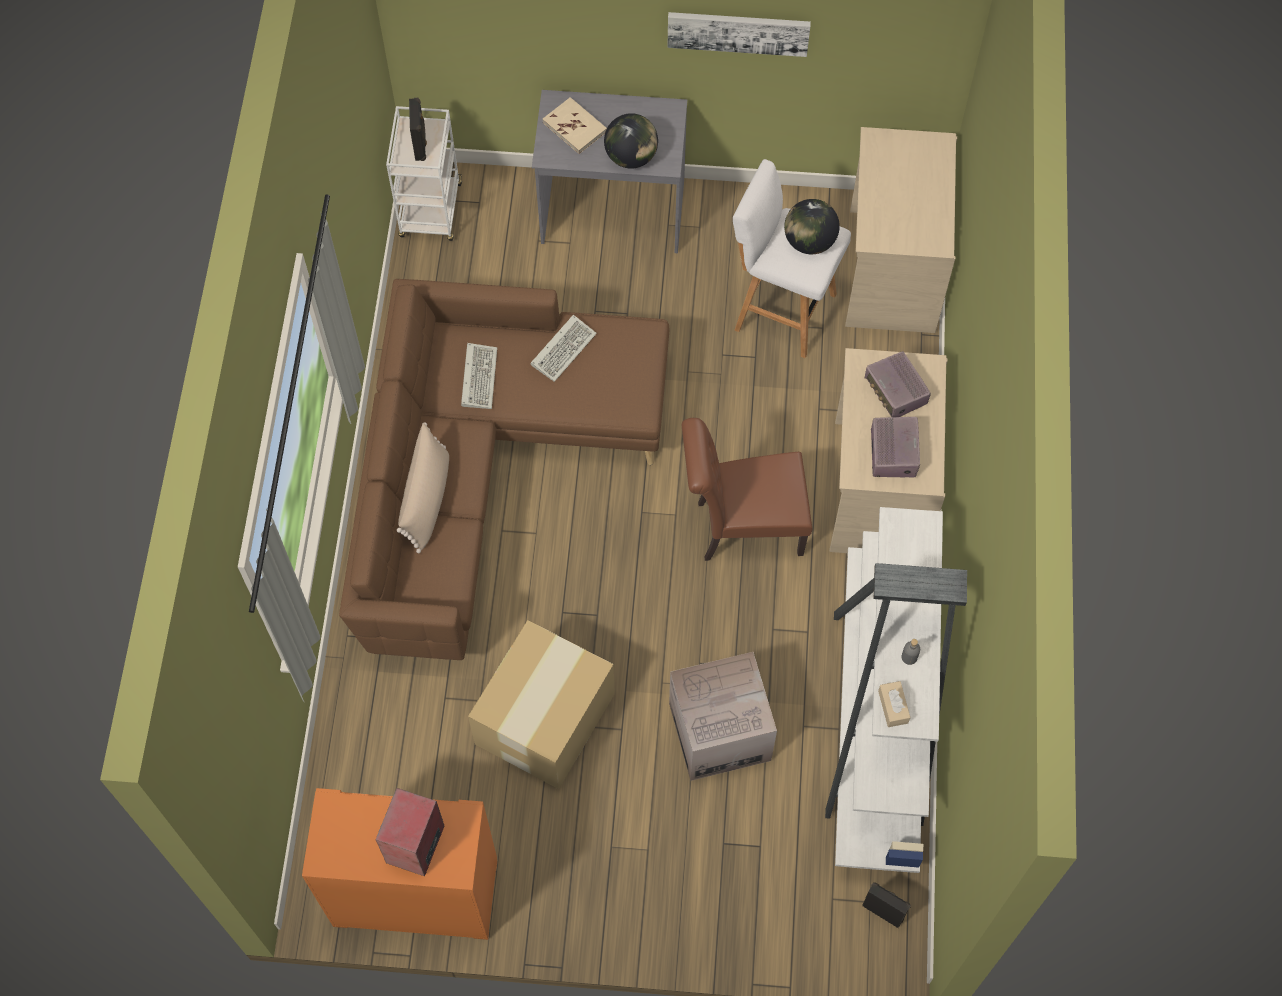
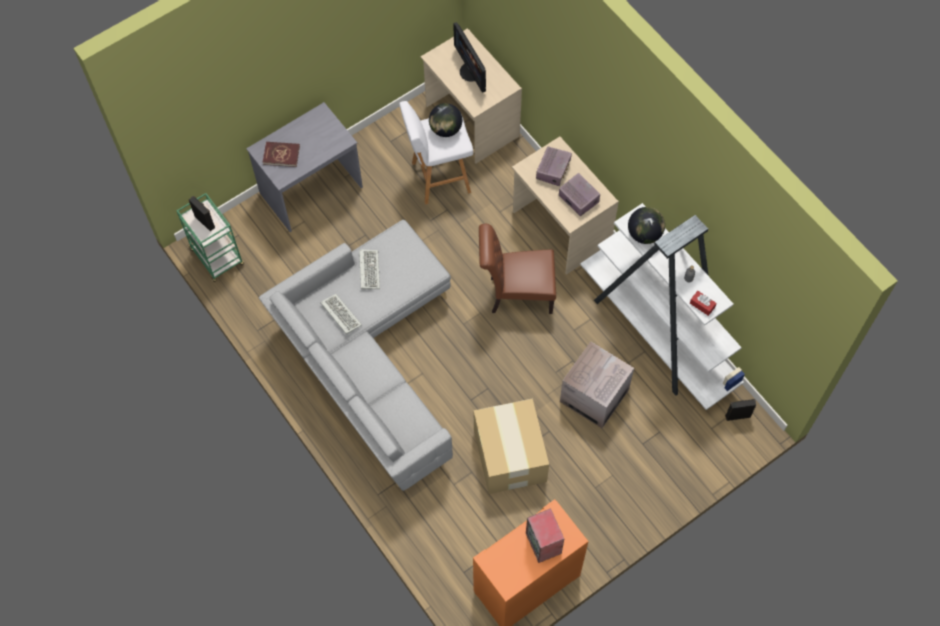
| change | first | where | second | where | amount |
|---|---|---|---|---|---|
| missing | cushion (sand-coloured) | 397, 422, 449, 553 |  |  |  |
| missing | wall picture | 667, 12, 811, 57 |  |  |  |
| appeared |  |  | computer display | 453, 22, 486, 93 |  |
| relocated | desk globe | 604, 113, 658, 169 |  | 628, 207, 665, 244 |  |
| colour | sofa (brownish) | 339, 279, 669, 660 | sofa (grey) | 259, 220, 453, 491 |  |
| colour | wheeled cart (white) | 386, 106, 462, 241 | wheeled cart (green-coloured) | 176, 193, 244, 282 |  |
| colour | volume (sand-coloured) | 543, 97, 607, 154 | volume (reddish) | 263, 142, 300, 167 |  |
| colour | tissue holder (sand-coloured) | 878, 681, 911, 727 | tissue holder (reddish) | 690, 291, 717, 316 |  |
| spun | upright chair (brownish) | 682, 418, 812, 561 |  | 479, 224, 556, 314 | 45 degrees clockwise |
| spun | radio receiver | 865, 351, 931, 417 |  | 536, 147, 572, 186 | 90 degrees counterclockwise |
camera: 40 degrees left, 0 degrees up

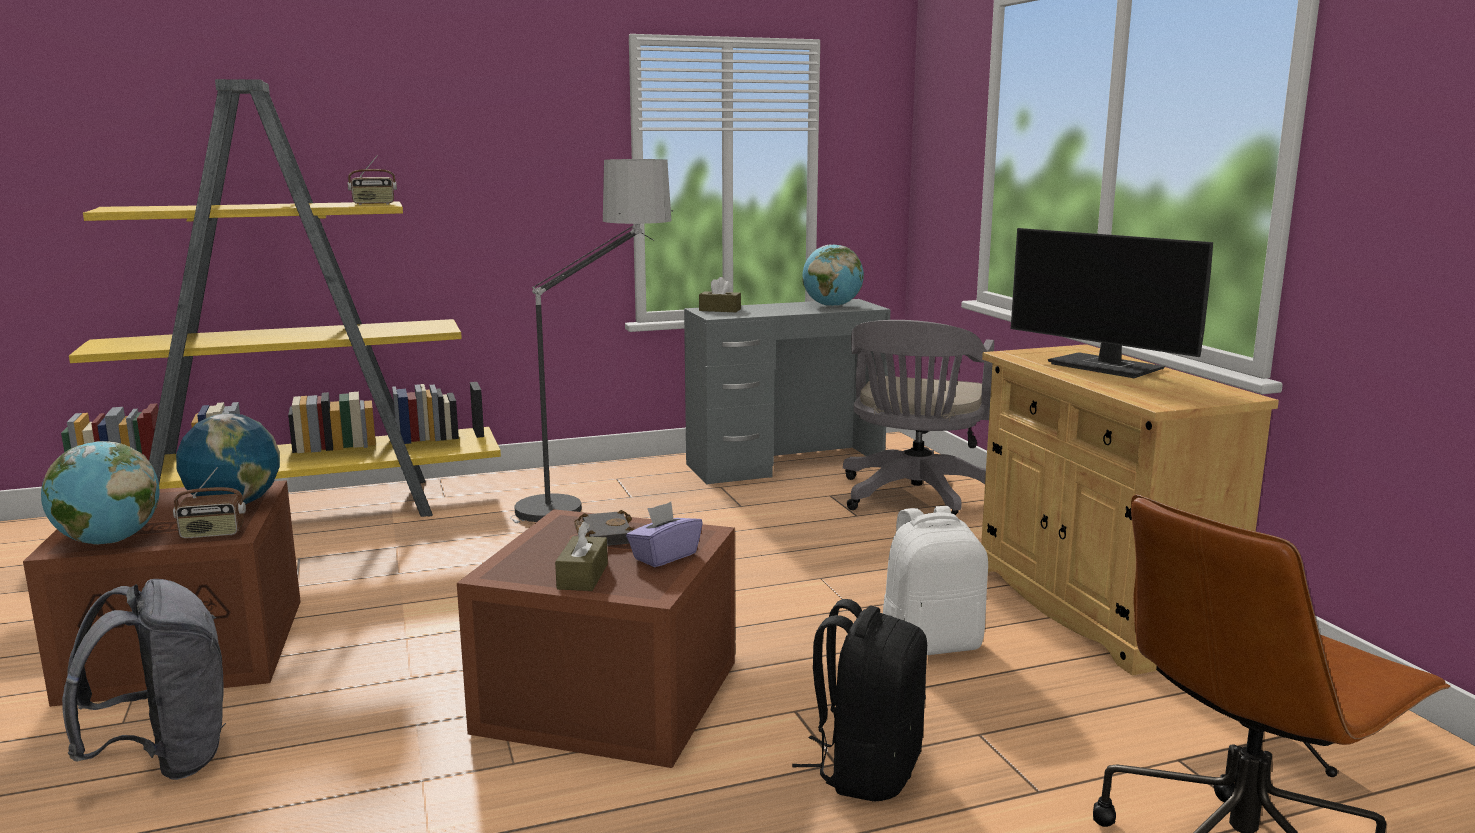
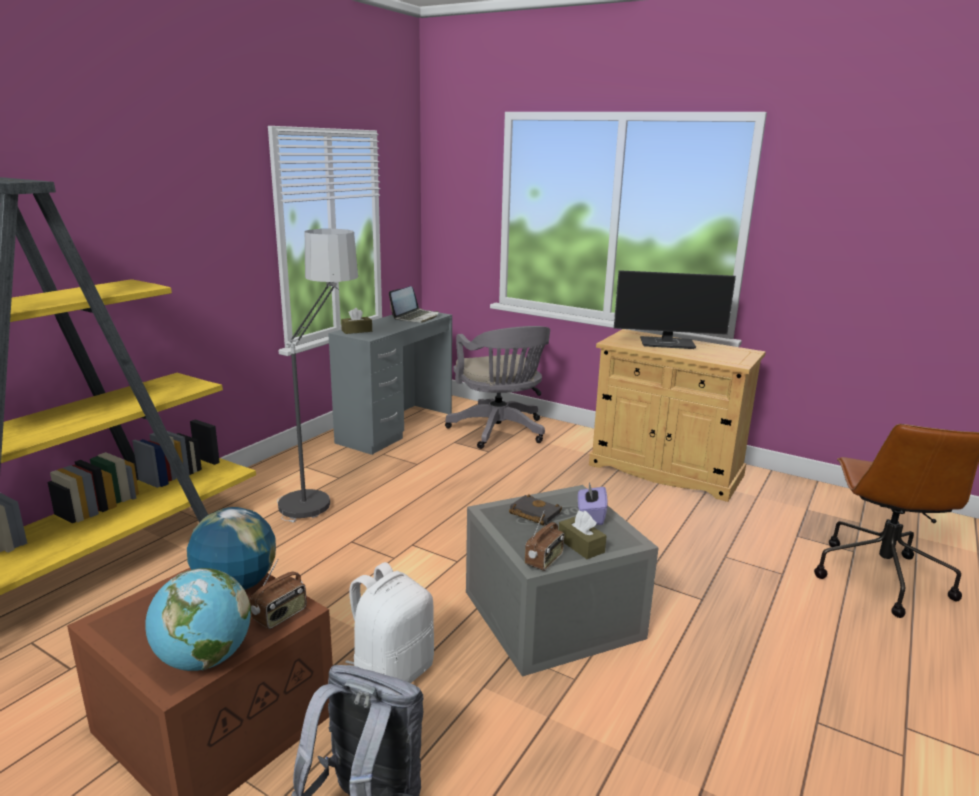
| change | first | where | second | where | amount |
|---|---|---|---|---|---|
| missing | backpack (black) | 792, 599, 927, 802 |  |  |  |
| relocated | radio receiver | 348, 155, 397, 205 |  | 525, 512, 564, 571 |  |
| relocated | backpack (white) | 883, 506, 988, 655 |  | 345, 562, 434, 683 |  |
| exchanged | desk globe | 802, 244, 864, 307 | portable computer | 389, 286, 439, 323 |  |
| colour | storage box (brownish) | 457, 509, 735, 768 | storage box (grey) | 466, 485, 658, 677 |  |
camera: 40 degrees left, 5 degrees up

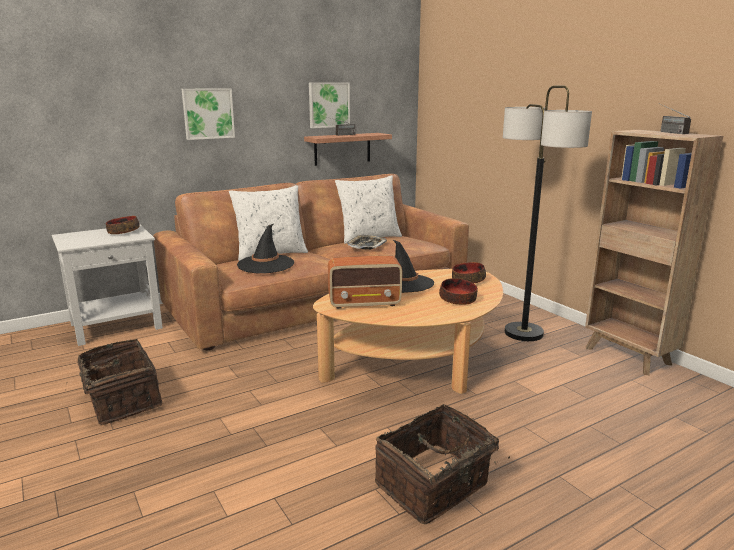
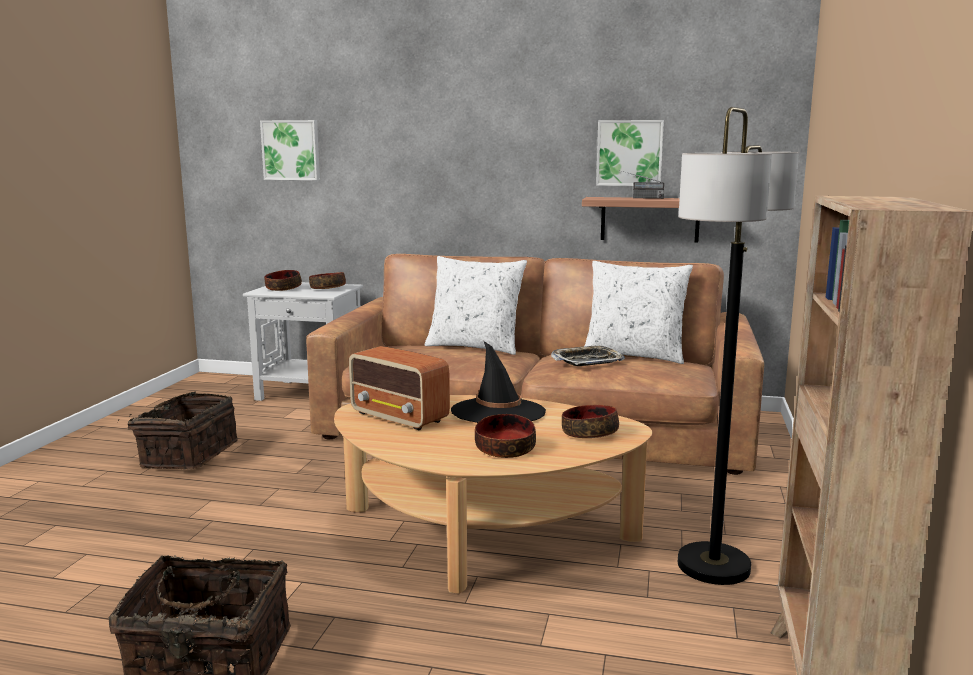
| change | first | where | second | where | amount |
|---|---|---|---|---|---|
| missing | clothing hat (black) | 237, 224, 294, 274 |  |  |  |
| missing | radio receiver | 660, 104, 691, 134 |  |  |  |
| appeared |  |  | serving bowl | 264, 270, 302, 291 |  |
| relocated | wall picture | 182, 88, 235, 140 |  | 260, 120, 320, 180 |  |
camera: 45 degrees right, 5 degrees down

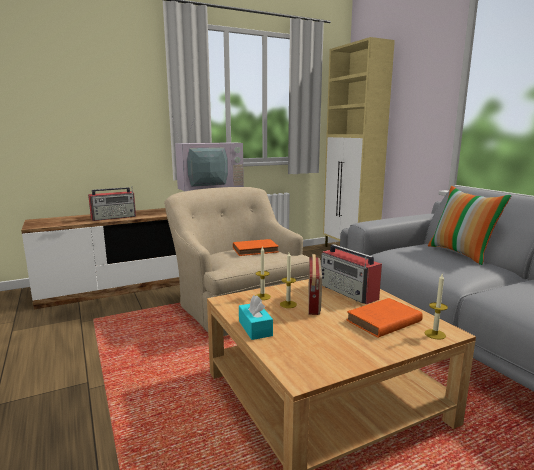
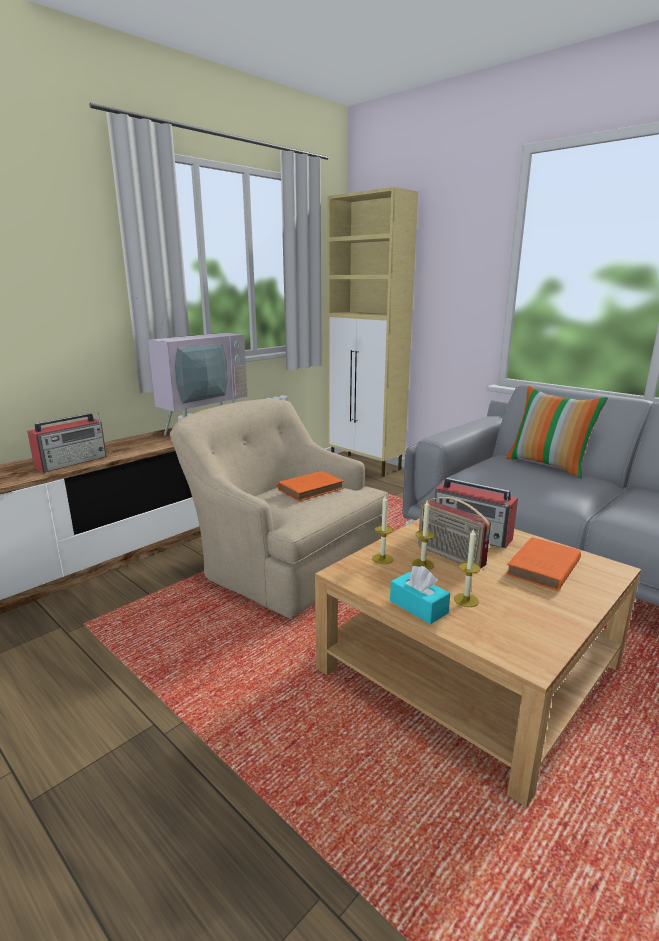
| change | first | where | second | where | amount |
|---|---|---|---|---|---|
| relocated | candle | 424, 274, 448, 340 |  | 454, 528, 481, 607 |  |
| spun | radio receiver | 308, 254, 322, 315 |  | 418, 497, 491, 568 | 150 degrees clockwise |
camera: 20 degrees left, 5 degrees up

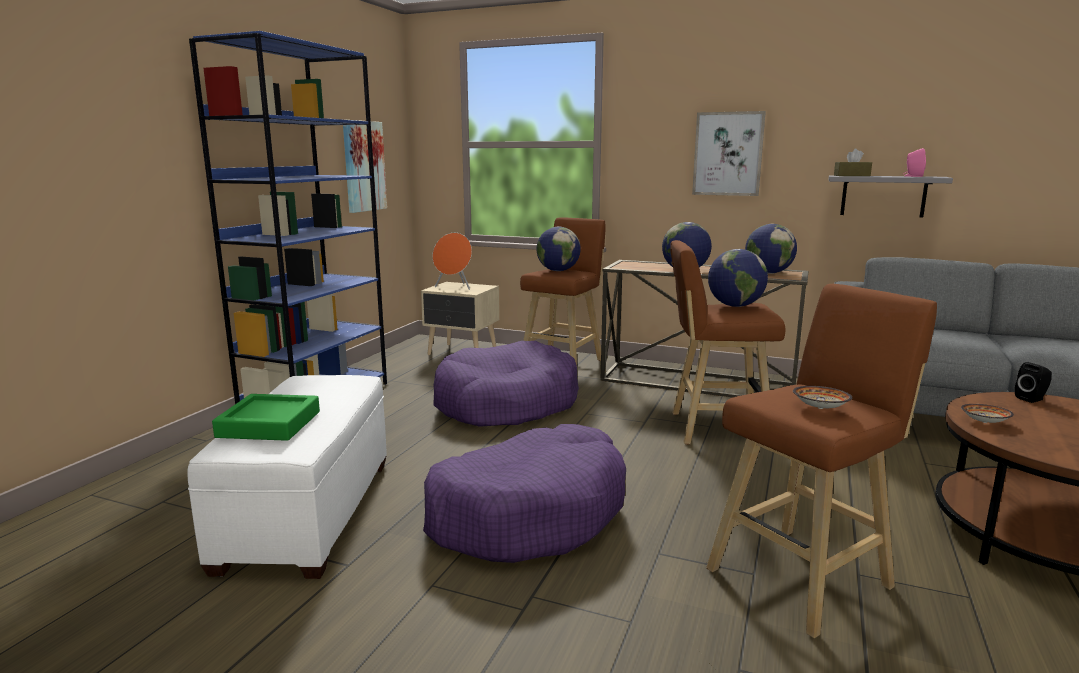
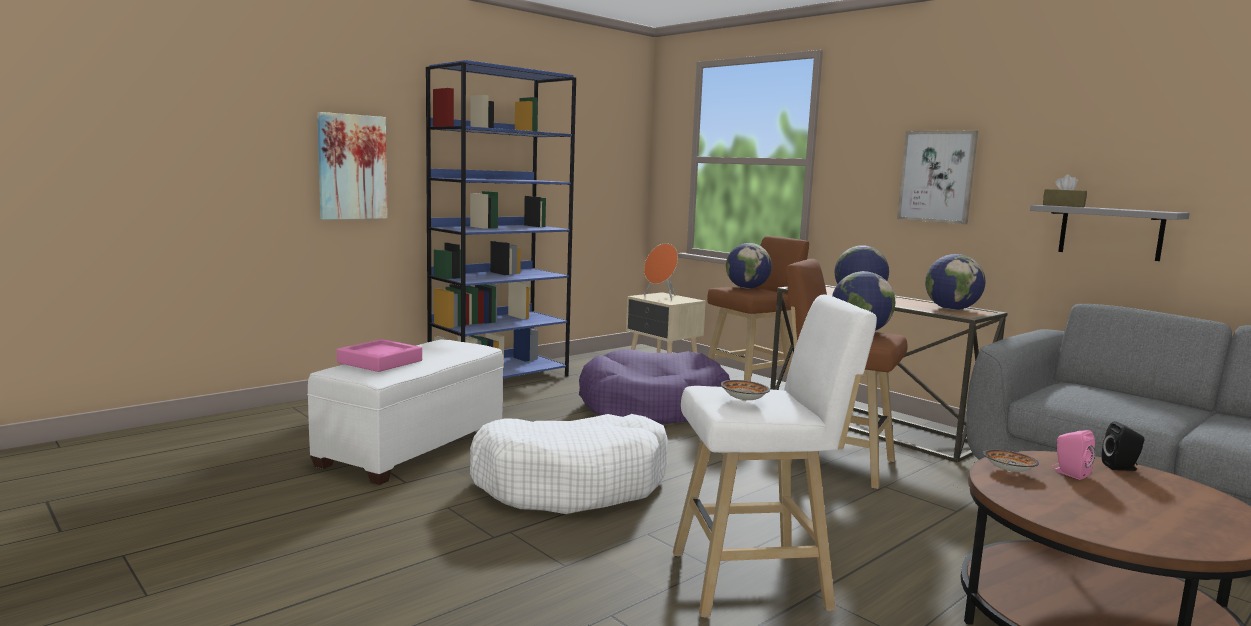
| change | first | where | second | where | amount |
|---|---|---|---|---|---|
| relocated | wall picture | 343, 120, 387, 213 |  | 317, 112, 387, 220 |  |
| relocated | speaker (pink) | 903, 148, 926, 177 |  | 1052, 430, 1095, 480 |  |
| colour | carrying tray (green-coloured) | 212, 394, 320, 441 | carrying tray (pink) | 337, 339, 422, 372 |  |
| colour | dog bed (purplish) | 423, 424, 626, 563 | dog bed (white) | 470, 414, 668, 514 |  |
| colour | sitting stool (brownish) | 706, 284, 937, 638 | sitting stool (white) | 673, 295, 877, 617 |  |
camera: 25 degrees right, 5 degrees down

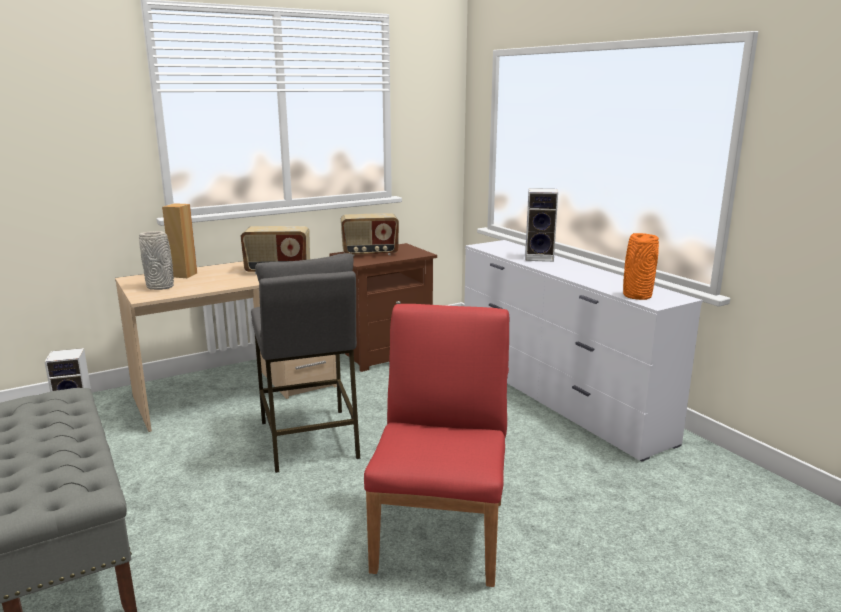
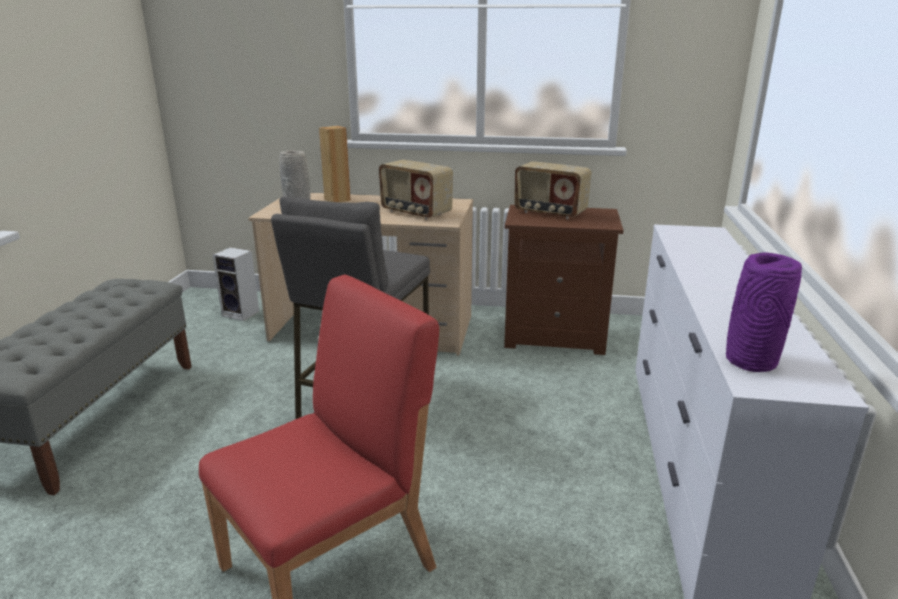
| change | first | where | second | where | amount |
|---|---|---|---|---|---|
| missing | speaker | 525, 188, 558, 262 |  |  |  |
| colour | decorative vase (orange) | 623, 233, 659, 300 | decorative vase (purplish) | 726, 252, 802, 372 |  |
camera: 40 degrees right, 5 degrees up

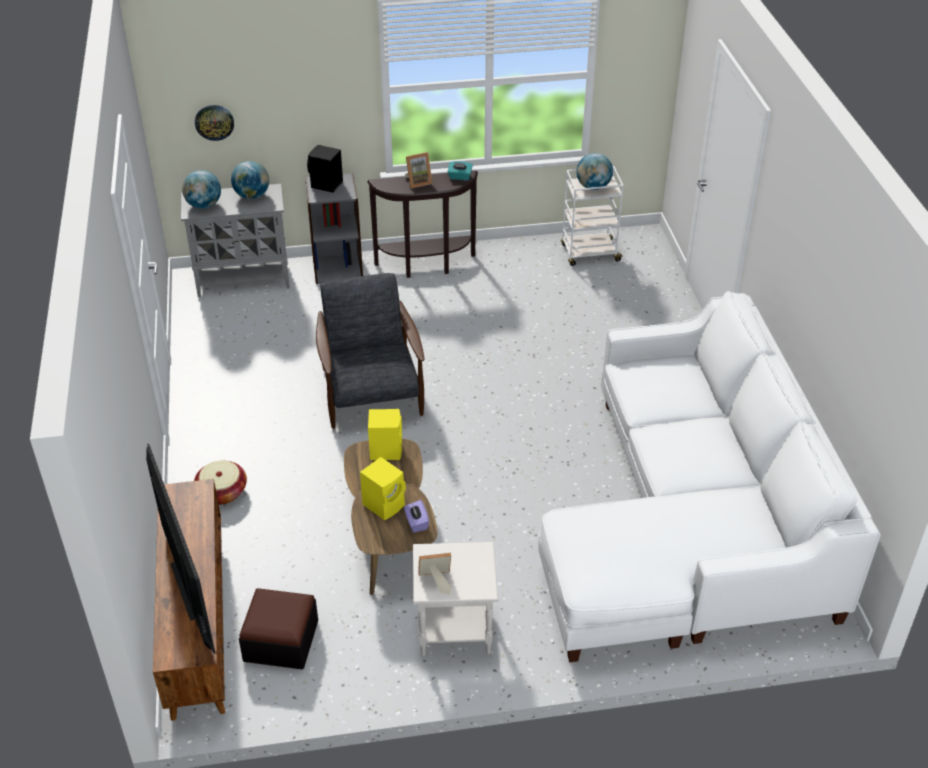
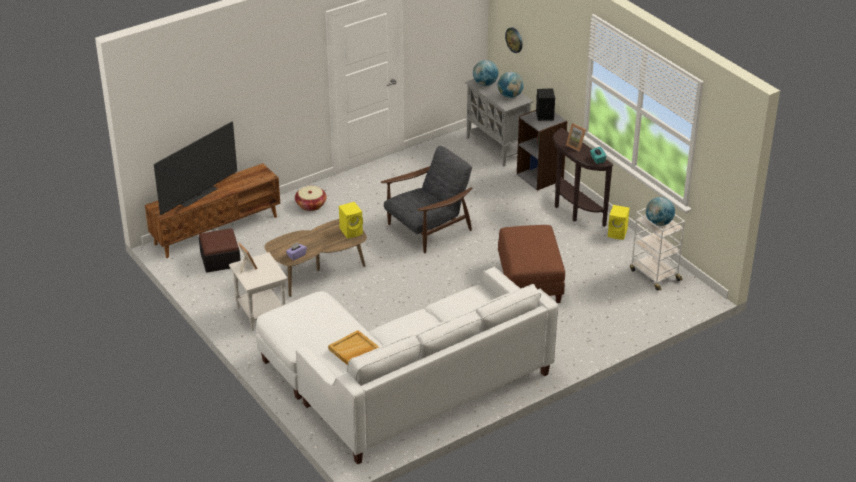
| change | first | where | second | where | amount |
|---|---|---|---|---|---|
| appeared |  |  | carrying tray (sand-coloured) | 328, 330, 379, 365 |  |
| appeared |  |  | ottoman (brownish) | 498, 225, 565, 303 |  |
| relocated | speaker (yellow-coloured) | 360, 457, 406, 520 |  | 608, 205, 629, 240 |  |
camera: 65 degrees right, 5 degrees down

